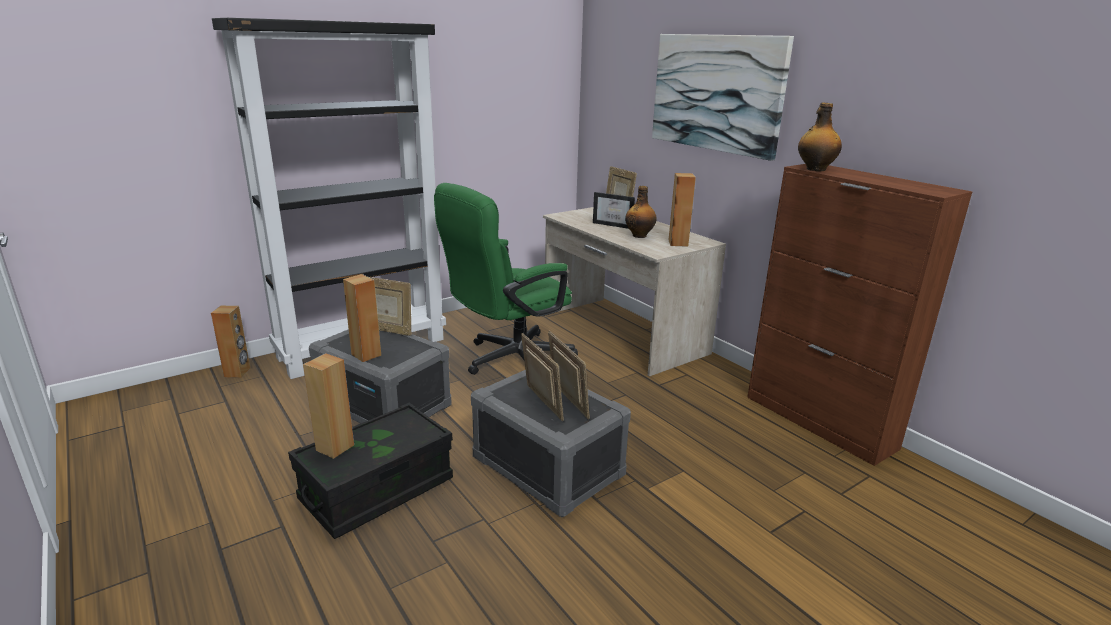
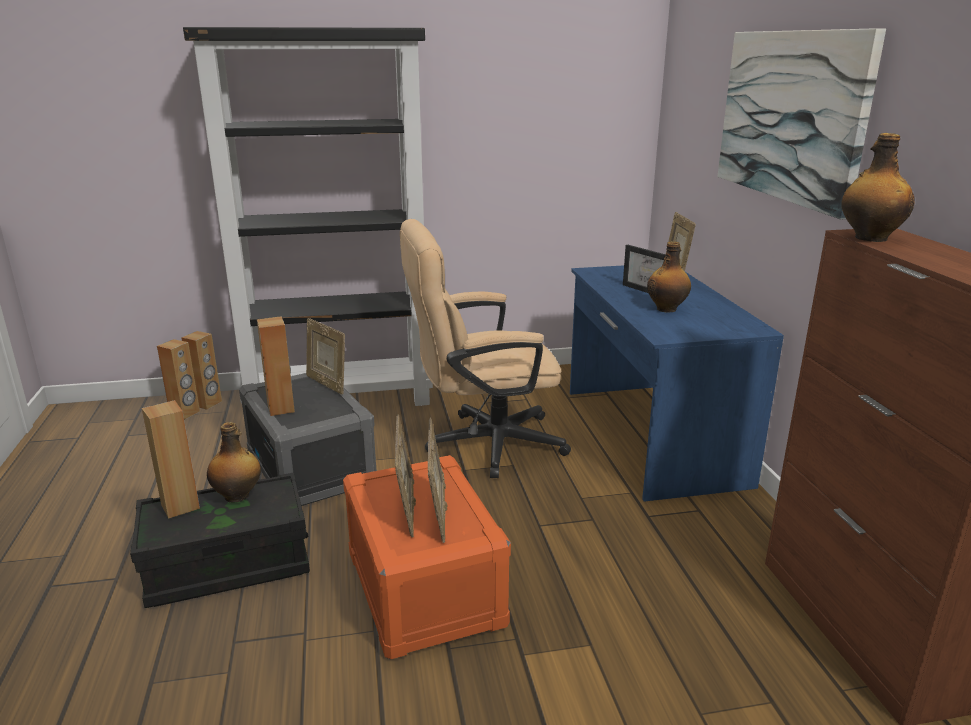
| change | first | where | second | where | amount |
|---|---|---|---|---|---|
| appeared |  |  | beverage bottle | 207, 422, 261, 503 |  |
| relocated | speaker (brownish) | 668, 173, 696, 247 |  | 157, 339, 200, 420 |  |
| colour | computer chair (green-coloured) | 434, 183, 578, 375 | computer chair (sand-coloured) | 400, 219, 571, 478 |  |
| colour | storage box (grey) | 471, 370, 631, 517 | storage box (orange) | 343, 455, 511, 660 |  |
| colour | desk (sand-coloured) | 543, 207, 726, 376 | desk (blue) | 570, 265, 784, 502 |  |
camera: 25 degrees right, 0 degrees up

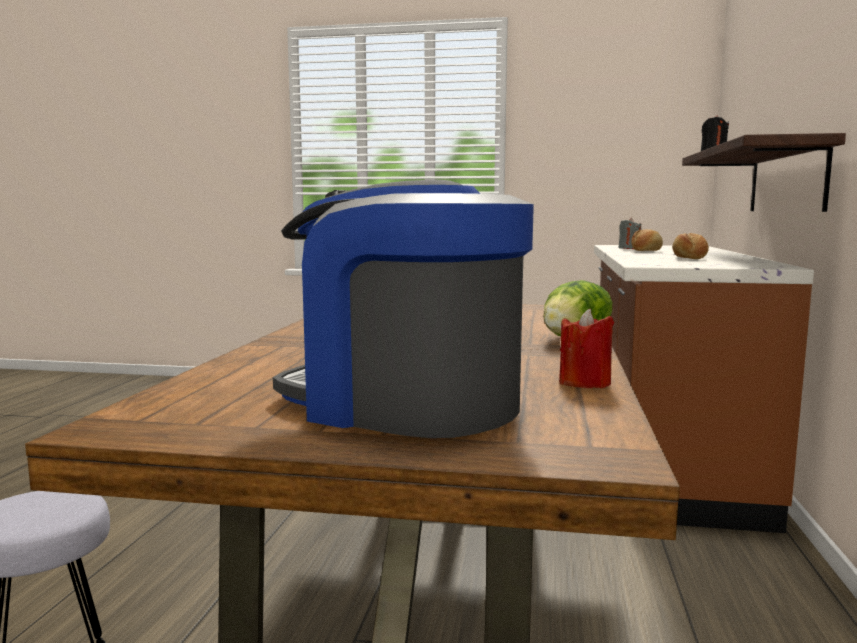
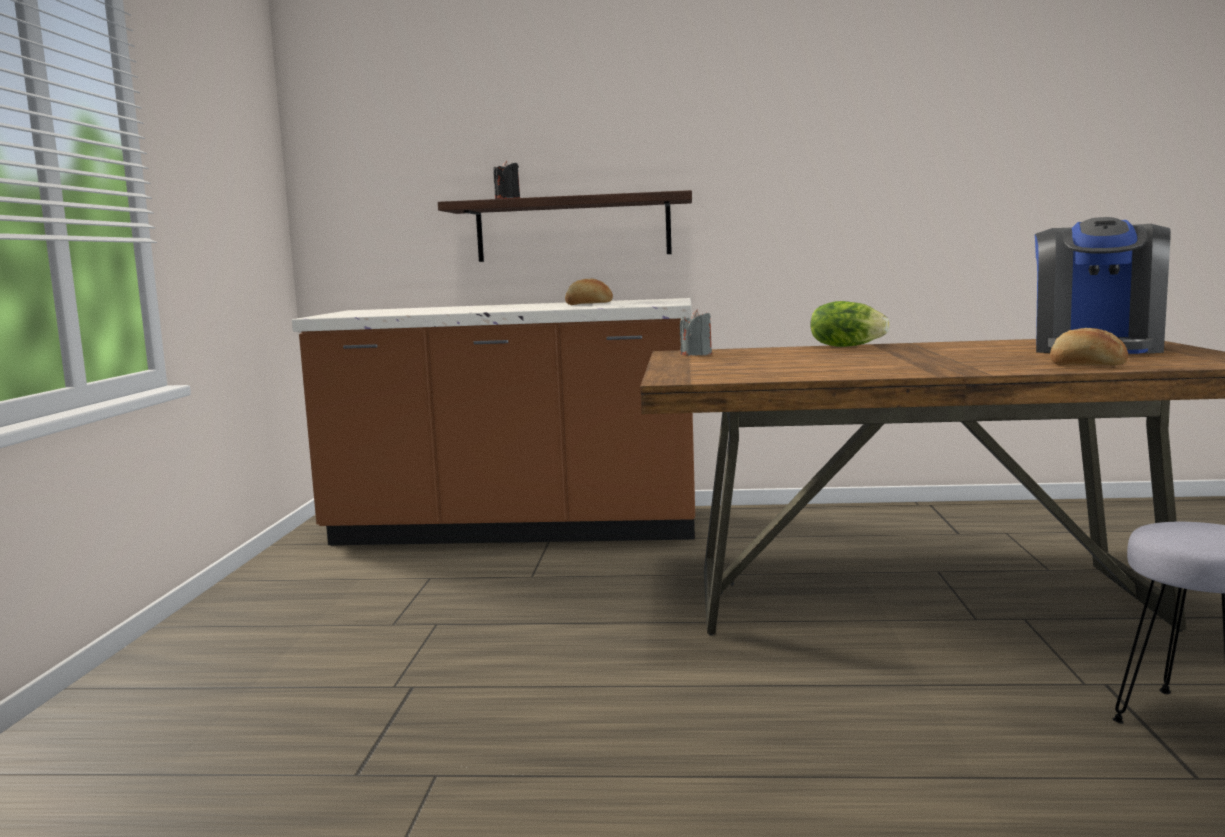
| change | first | where | second | where | amount |
|---|---|---|---|---|---|
| missing | candle (reddish) | 559, 309, 614, 388 |  |  |  |
| relocated | candle (grey) | 619, 218, 642, 249 |  | 680, 310, 712, 356 |  |
| relocated | baked bread | 631, 229, 663, 251 |  | 1050, 328, 1128, 366 |  |
camera: 95 degrees left, 0 degrees up

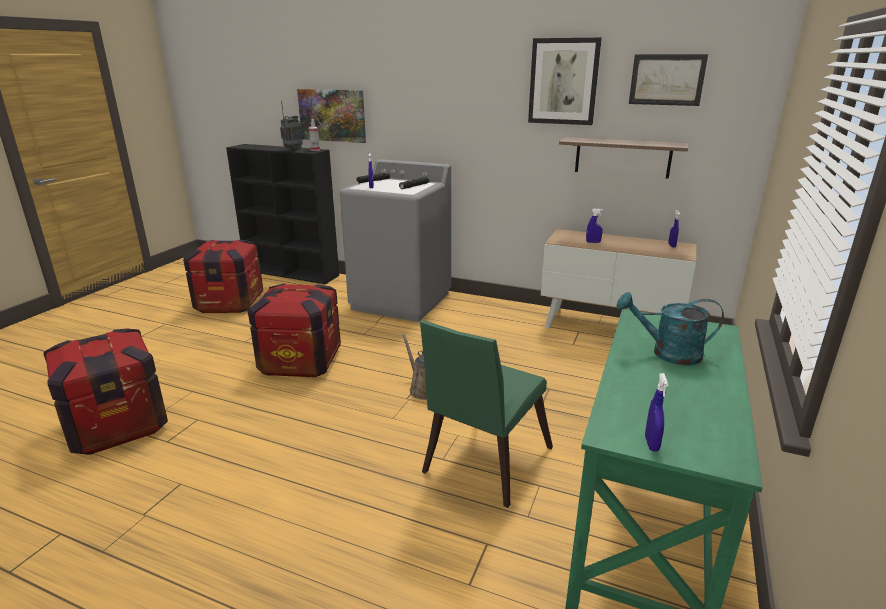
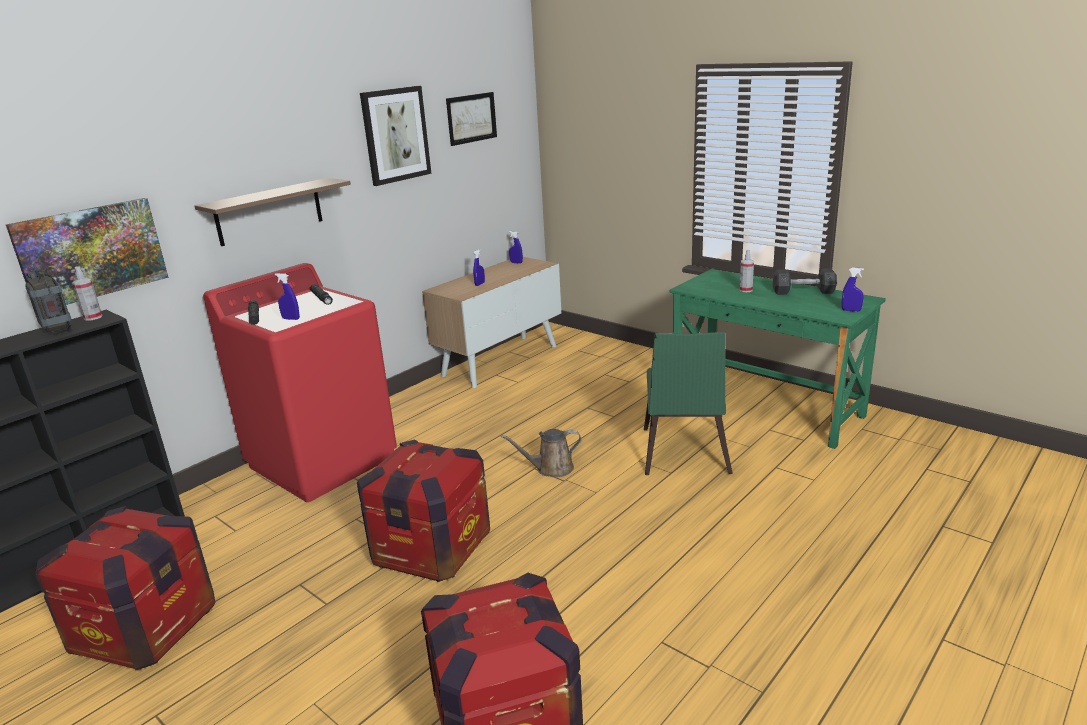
| change | first | where | second | where | amount |
|---|---|---|---|---|---|
| appeared |  |  | dumbbell (grey) | 773, 268, 837, 295 |  |
| relocated | shelf | 559, 137, 689, 179 |  | 195, 178, 351, 246 |  |
| exchanged | watering can (turquoise) | 616, 292, 724, 365 | sprayer | 740, 250, 754, 292 |  |
| colour | laundry appliance (grey) | 340, 159, 451, 322 | laundry appliance (reddish) | 203, 263, 397, 502 |  |
| spun | upright chair (green-coloured) | 420, 320, 553, 508 |  | 644, 332, 733, 475 | 45 degrees clockwise |
camera: 70 degrees left, 0 degrees up

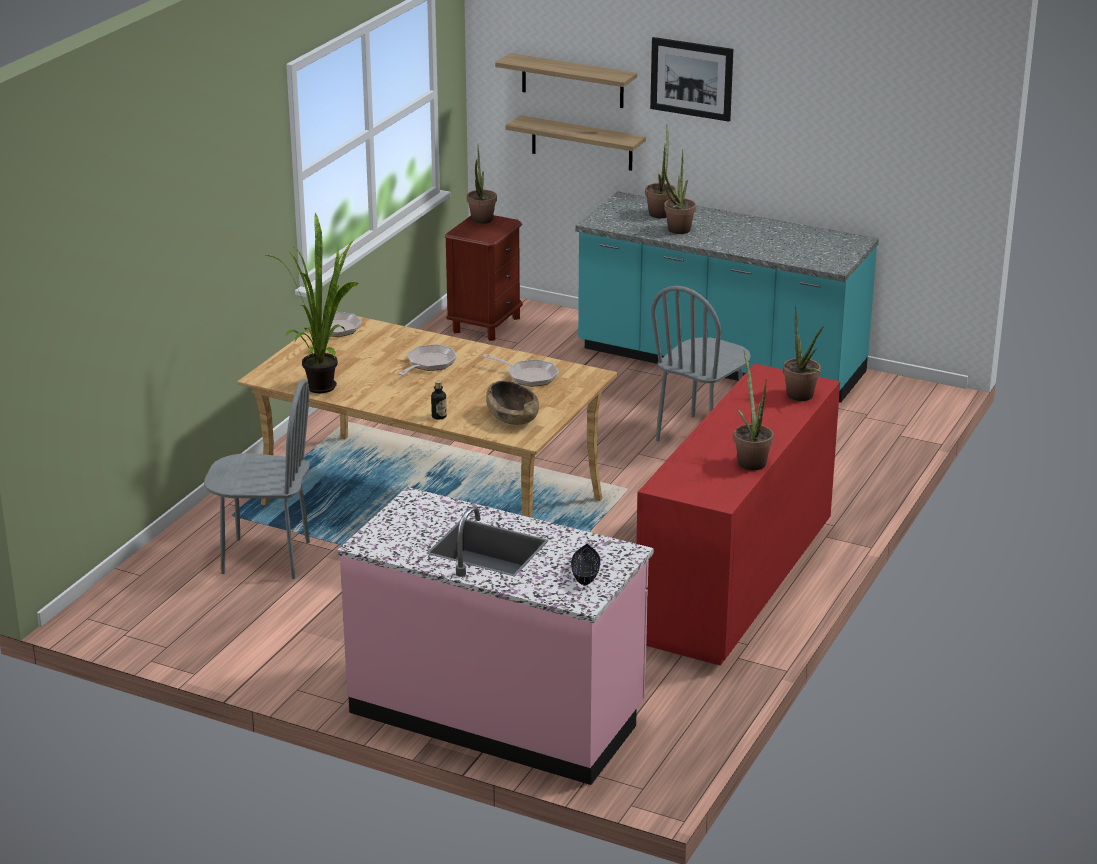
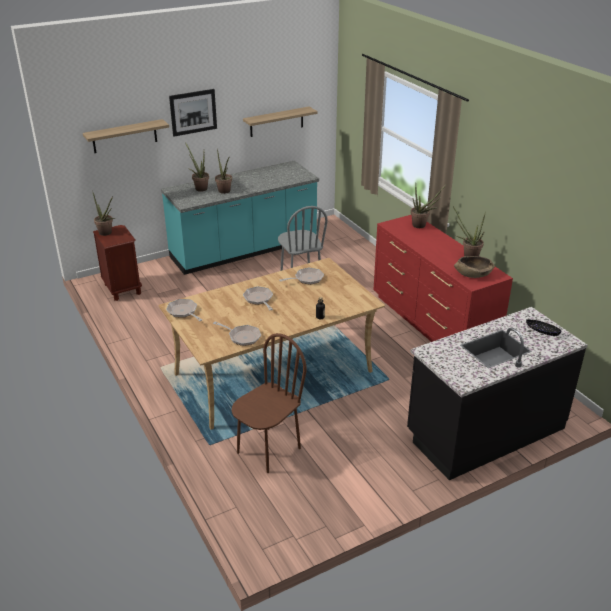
| change | first | where | second | where | amount |
|---|---|---|---|---|---|
| relocated | serving bowl (brownish) | 486, 381, 539, 425 |  | 454, 256, 495, 278 |  |
| relocated | shelf | 506, 115, 646, 171 |  | 243, 107, 318, 137 |  |
| exchanged | potted plant | 266, 213, 360, 393 | skillet | 213, 322, 261, 346 |  |
| colour | upright chair (grey) | 204, 379, 310, 579 | upright chair (brownish) | 231, 333, 307, 473 |  |
| colour | kitchen counter (pink) | 338, 487, 654, 785 | kitchen counter (black) | 407, 307, 588, 480 |  |
camera: 55 degrees left, 5 degrees up

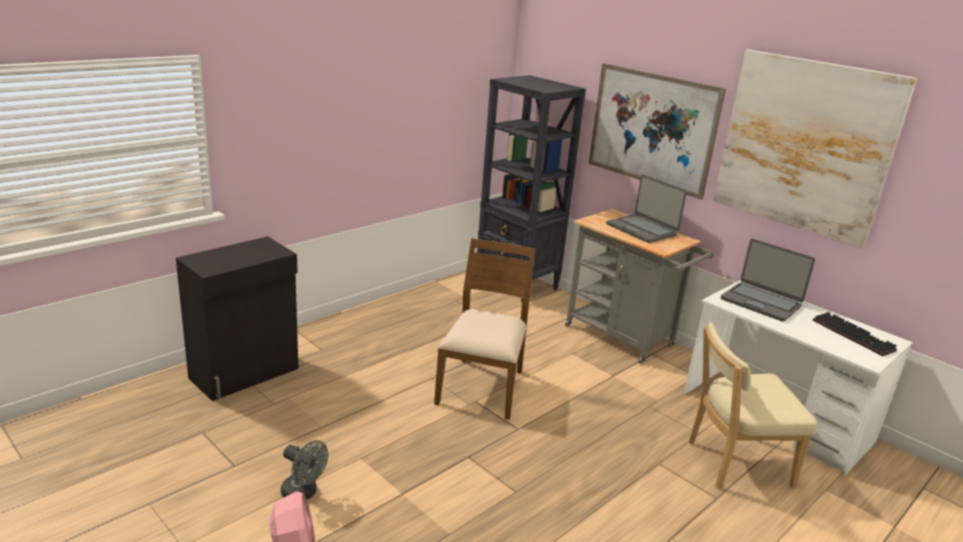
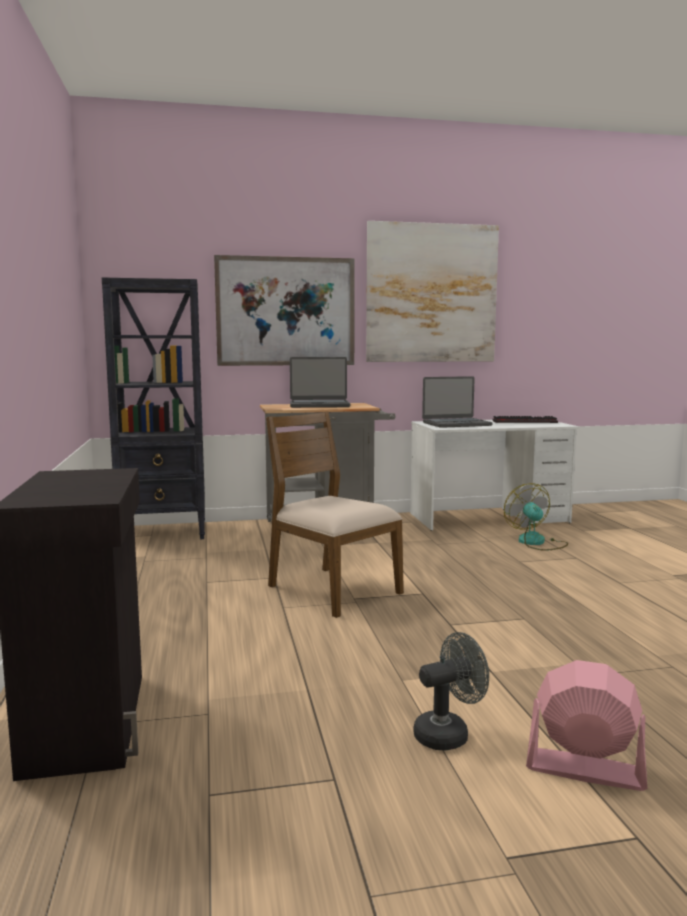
| change | first | where | second | where | amount |
|---|---|---|---|---|---|
| exchanged | upright chair (sand-coloured) | 689, 322, 817, 489 | cooling fan | 504, 483, 568, 551 |  |
camera: 55 degrees left, 15 degrees down

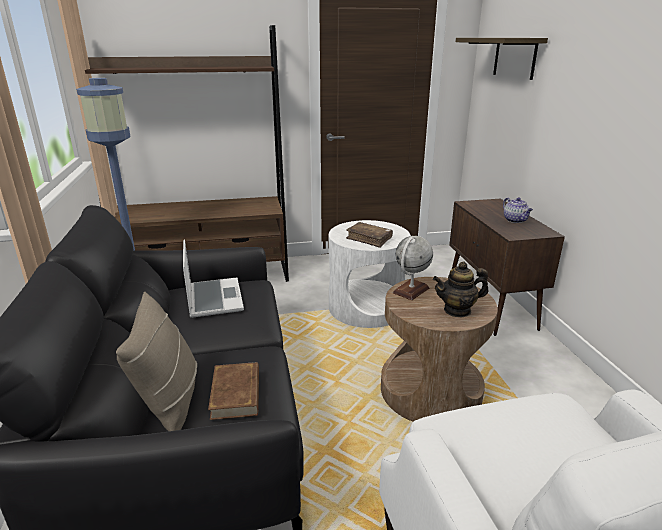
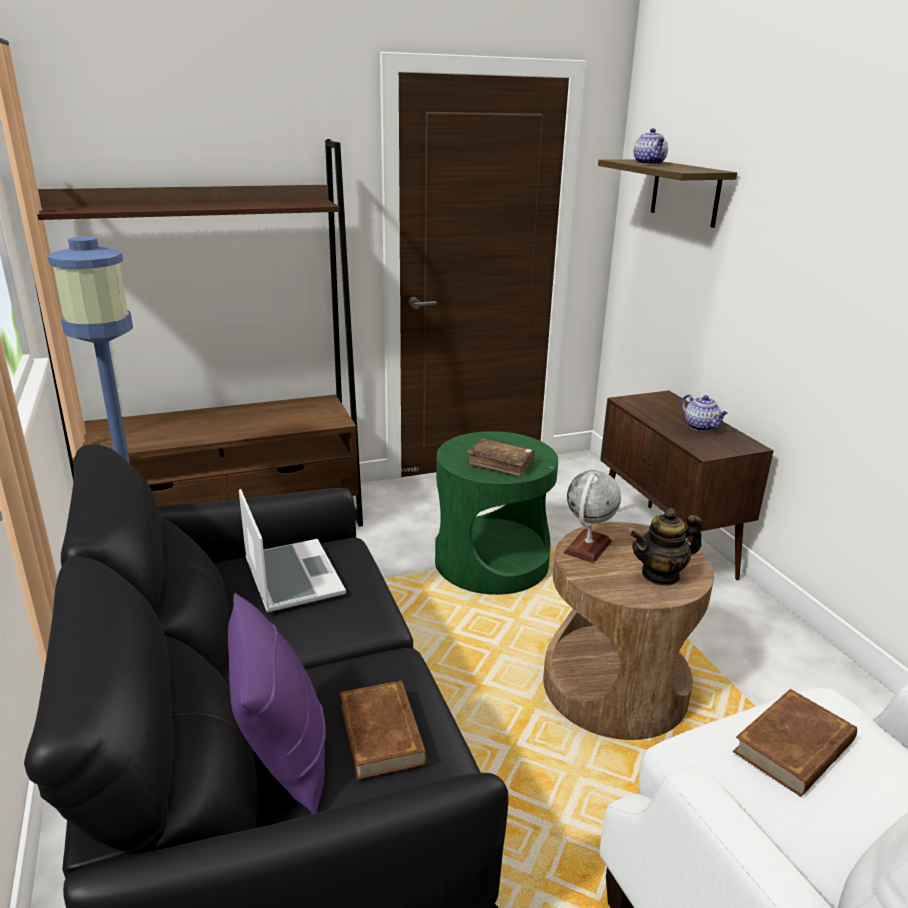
| change | first | where | second | where | amount |
|---|---|---|---|---|---|
| appeared |  |  | pot for tea | 634, 128, 668, 165 |  |
| appeared |  |  | volume (brownish) | 733, 689, 857, 797 |  |
| colour | cushion (sand-coloured) | 116, 292, 197, 431 | cushion (purplish) | 228, 593, 326, 814 |  |
| colour | accent table (white) | 329, 220, 411, 328 | accent table (green-coloured) | 435, 431, 558, 595 |  |
camera: 10 degrees left, 0 degrees up

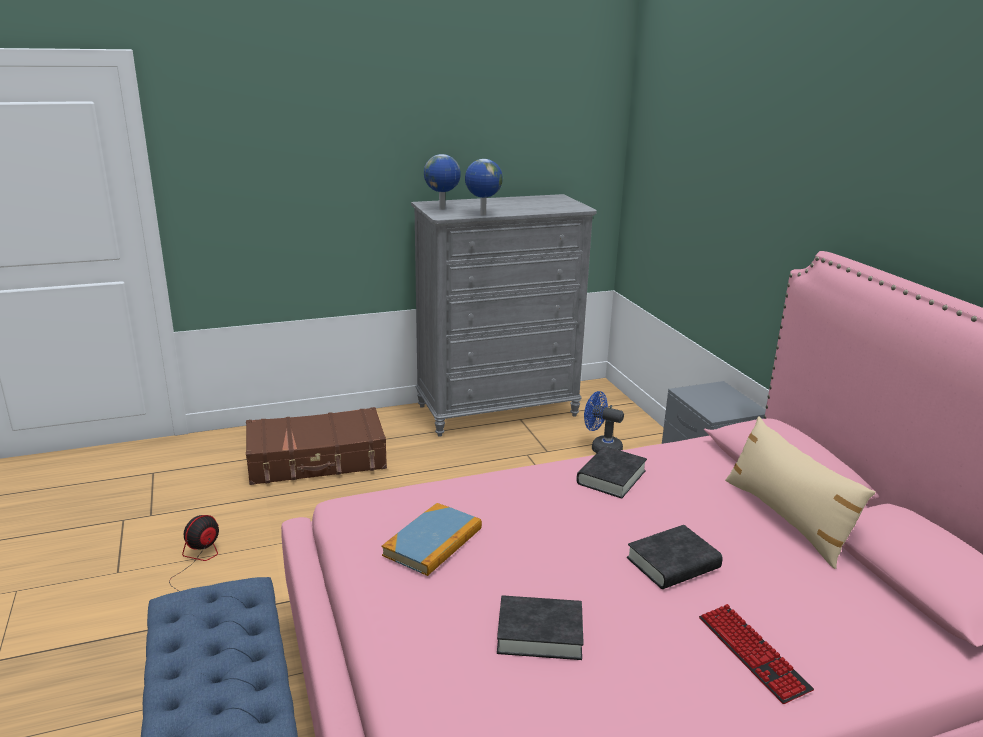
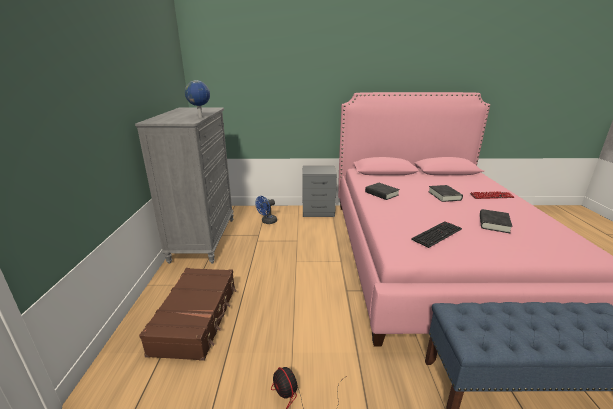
| change | first | where | second | where | amount |
|---|---|---|---|---|---|
| missing | desk globe | 424, 154, 461, 210 |  |  |  |
| missing | cushion (sand-coloured) | 725, 416, 876, 569 |  |  |  |
| exchanged | volume | 382, 503, 482, 576 | keyboard | 411, 221, 462, 248 |  |
camera: 70 degrees left, 0 degrees up

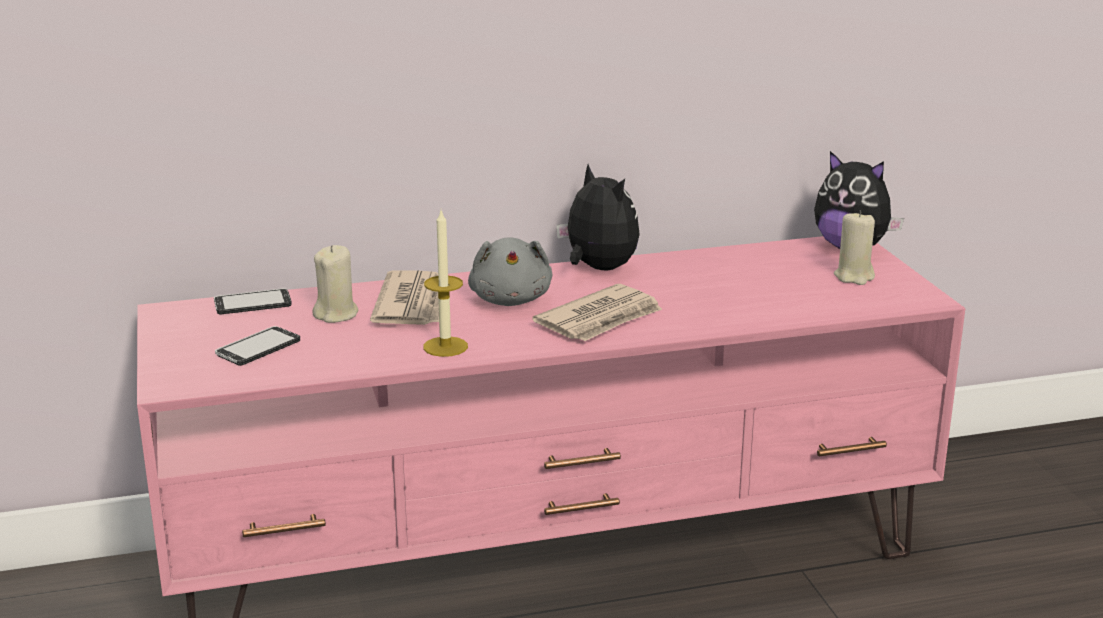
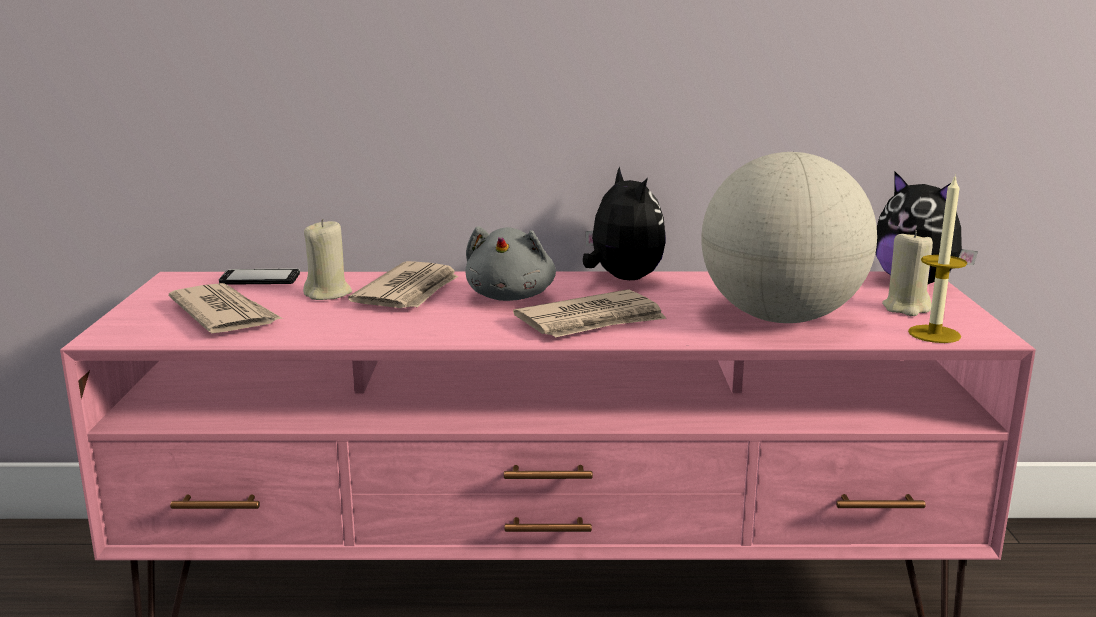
| change | first | where | second | where | amount |
|---|---|---|---|---|---|
| appeared |  |  | desk globe | 701, 152, 877, 323 |  |
| relocated | candle | 423, 211, 468, 357 |  | 908, 174, 967, 343 |  |
| exchanged | phone | 215, 326, 300, 366 | newspaper | 169, 283, 283, 333 |  |
camera: 15 degrees right, 5 degrees down

